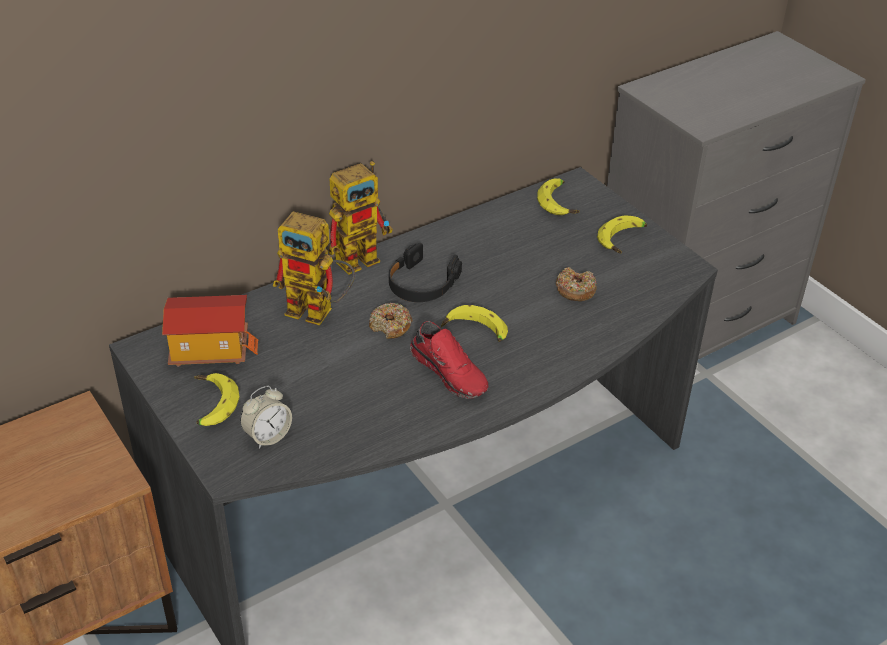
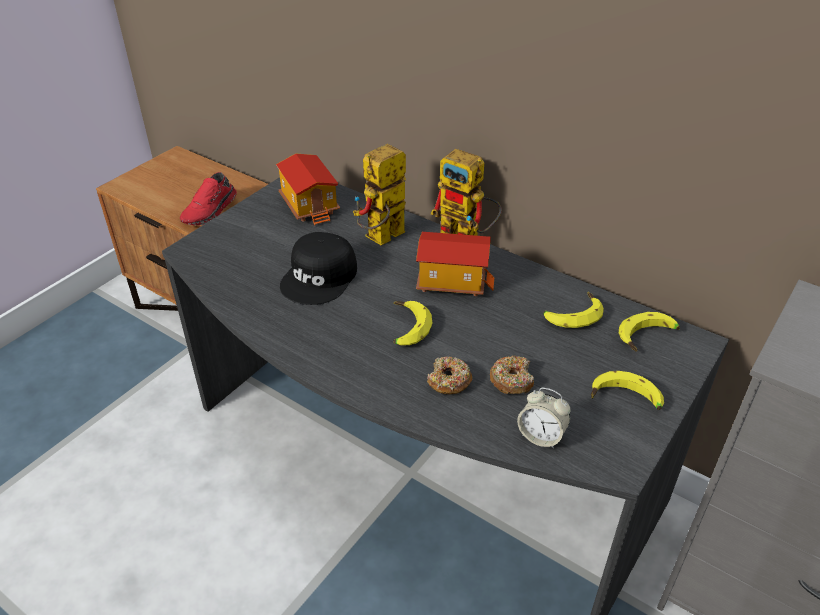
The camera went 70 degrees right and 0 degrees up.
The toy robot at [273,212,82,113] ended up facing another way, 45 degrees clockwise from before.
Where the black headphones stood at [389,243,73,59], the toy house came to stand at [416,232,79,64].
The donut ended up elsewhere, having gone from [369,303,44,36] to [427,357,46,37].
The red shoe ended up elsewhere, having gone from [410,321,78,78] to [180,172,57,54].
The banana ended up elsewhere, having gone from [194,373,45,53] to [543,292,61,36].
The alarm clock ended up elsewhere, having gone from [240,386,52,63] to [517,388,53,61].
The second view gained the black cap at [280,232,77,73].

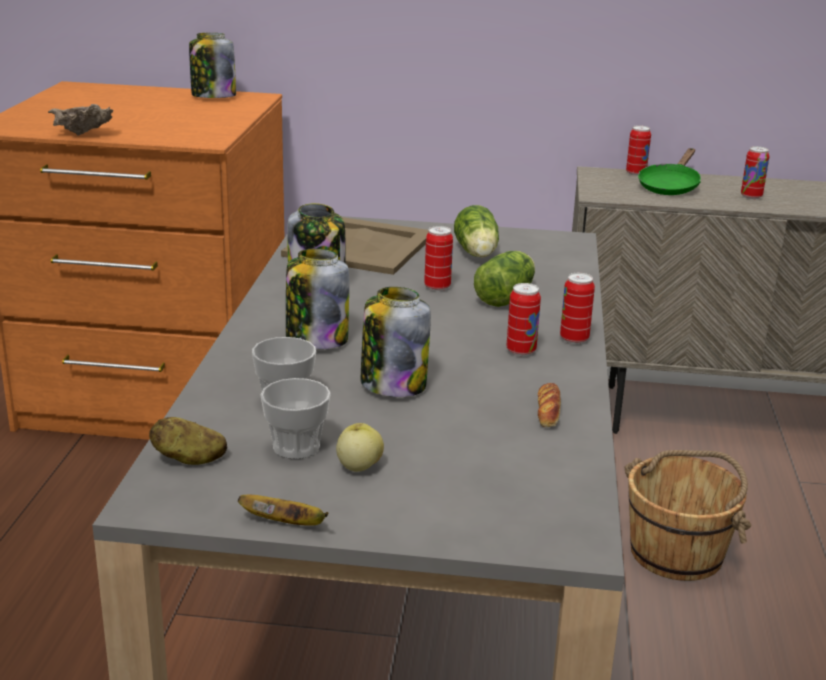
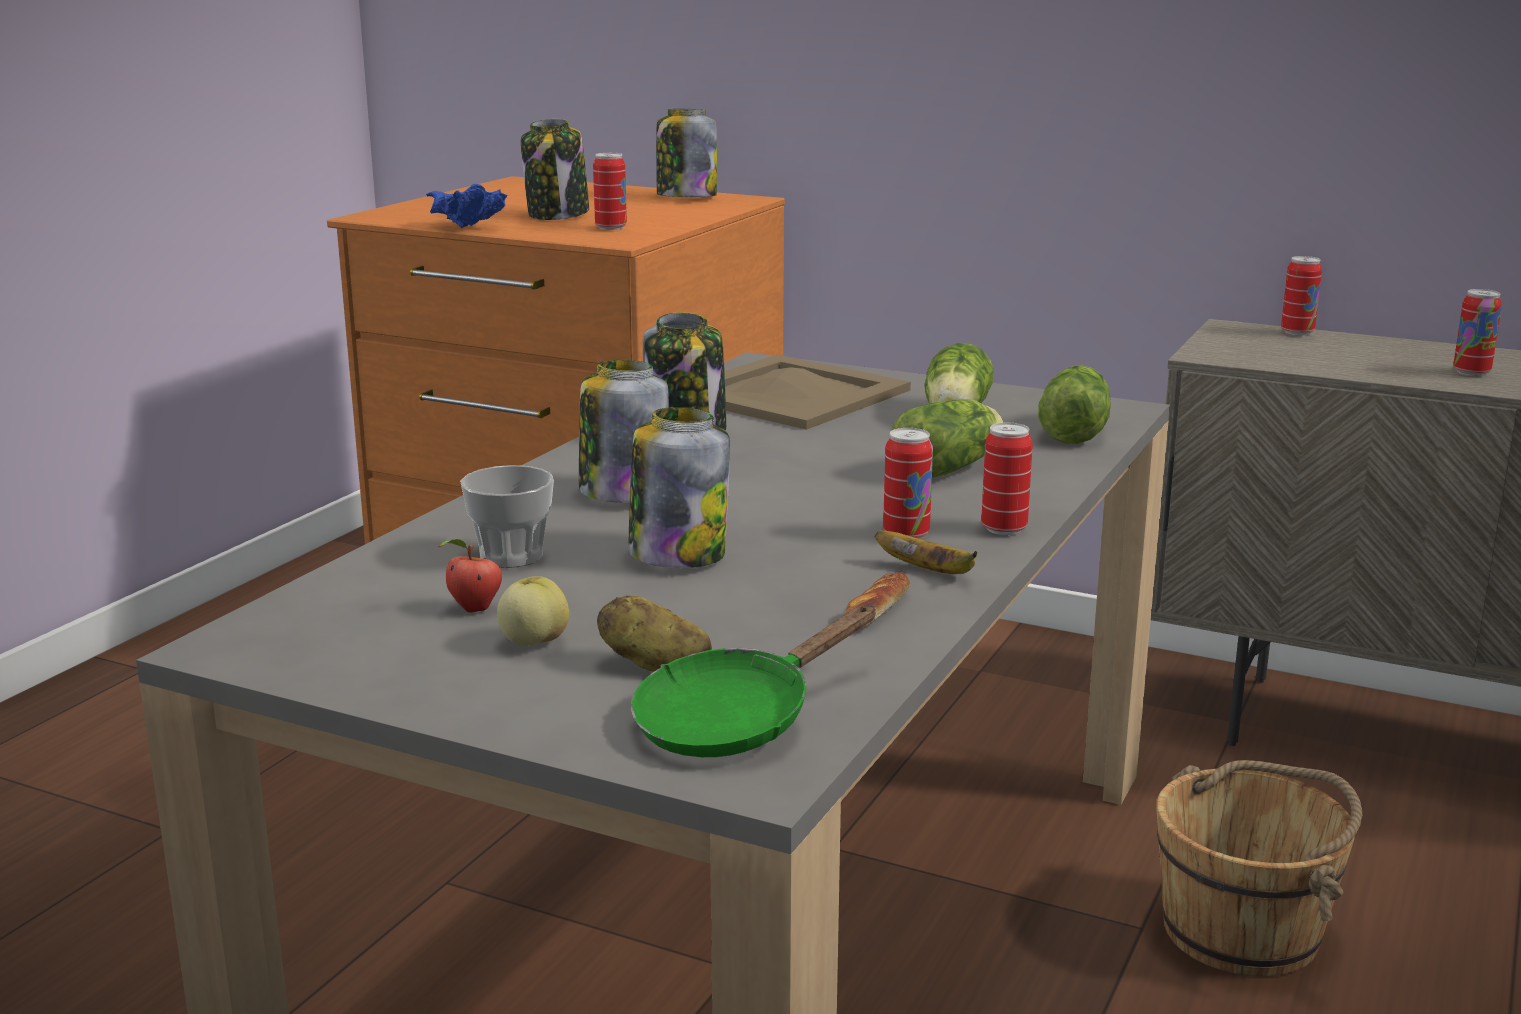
The camera went 20 degrees right and 5 degrees down.
What was the beige bowl at [48,104,65,32] turned into the blue bowl at [426,184,81,44].
The green frying pan ended up elsewhere, having gone from [638,148,63,47] to [631,605,246,152].
The can ended up elsewhere, having gone from [424,226,29,65] to [593,153,34,77].
Where the cup stood at [260,378,71,81], the apple came to stand at [438,539,64,74].
The potato ended up elsewhere, having gone from [149,417,78,48] to [597,596,115,76].
The banana ended up elsewhere, having gone from [238,495,91,31] to [875,531,102,43].
The second view gained the jar at [521,119,68,101].
The second view gained the lettuce at [1038,365,73,79].

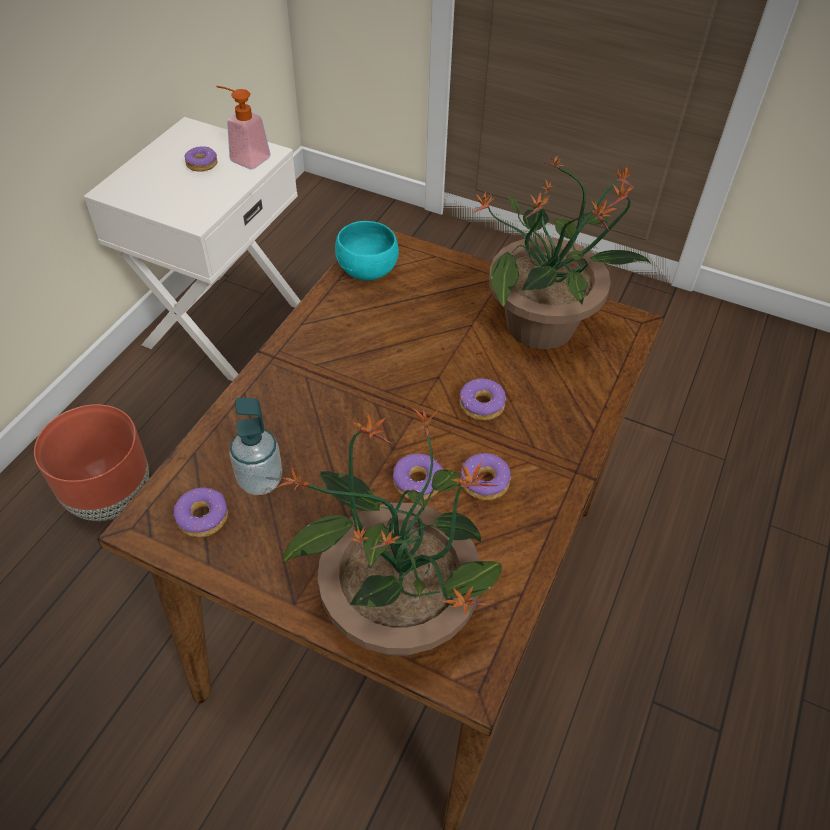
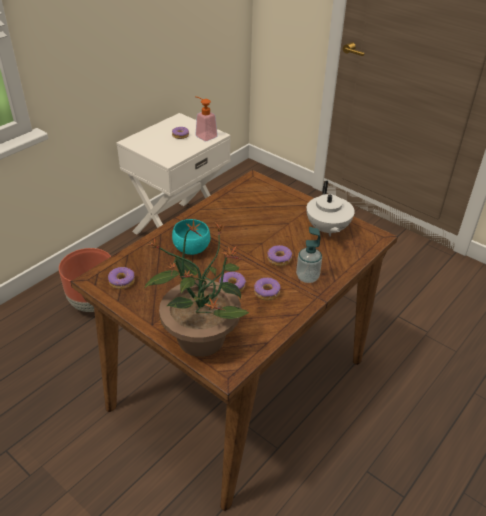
The camera went 15 degrees right and 10 degrees down.
Where the potted plant stood at [472,155,178,194], the white teapot came to stand at [306,181,49,56].
The turquoise bowl ended up elsewhere, having gone from [335,221,64,60] to [172,219,38,36].
The soap dispenser ended up elsewhere, having gone from [229,398,53,97] to [296,227,26,56].

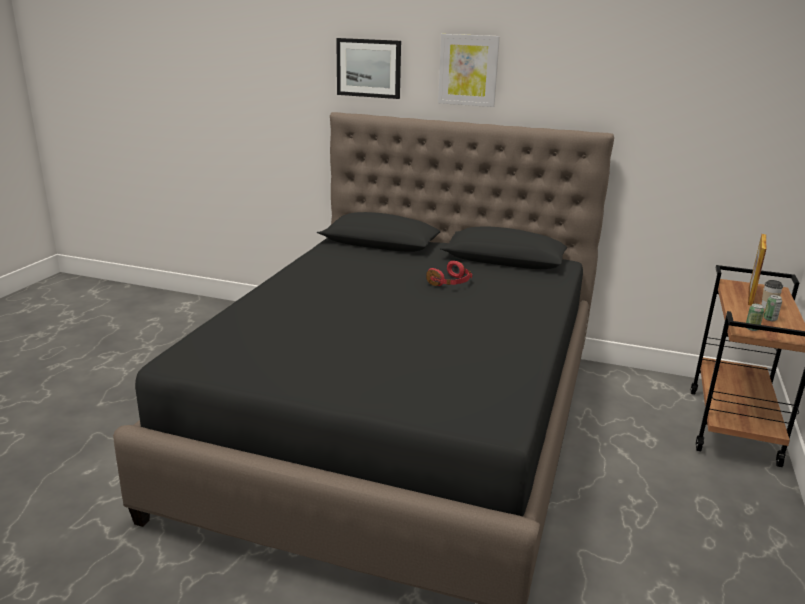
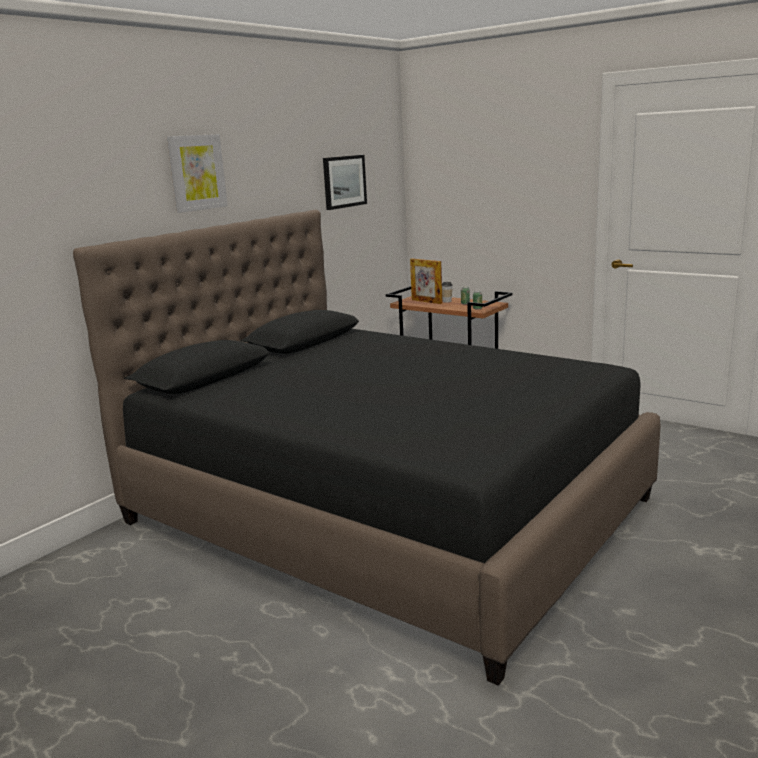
The camera went 70 degrees left and 5 degrees down.
The picture ended up elsewhere, having gone from [336,38,65,61] to [323,155,44,55].
The second view lost the red headphones at [426,261,46,25].

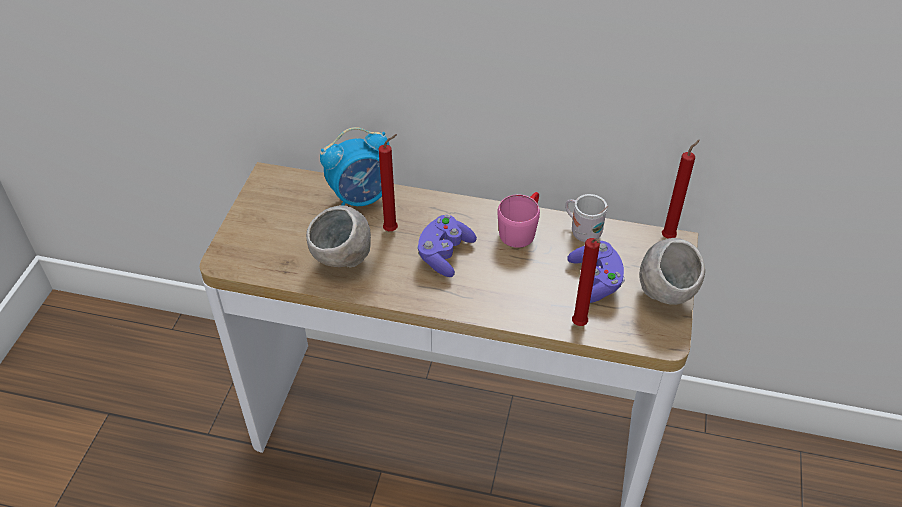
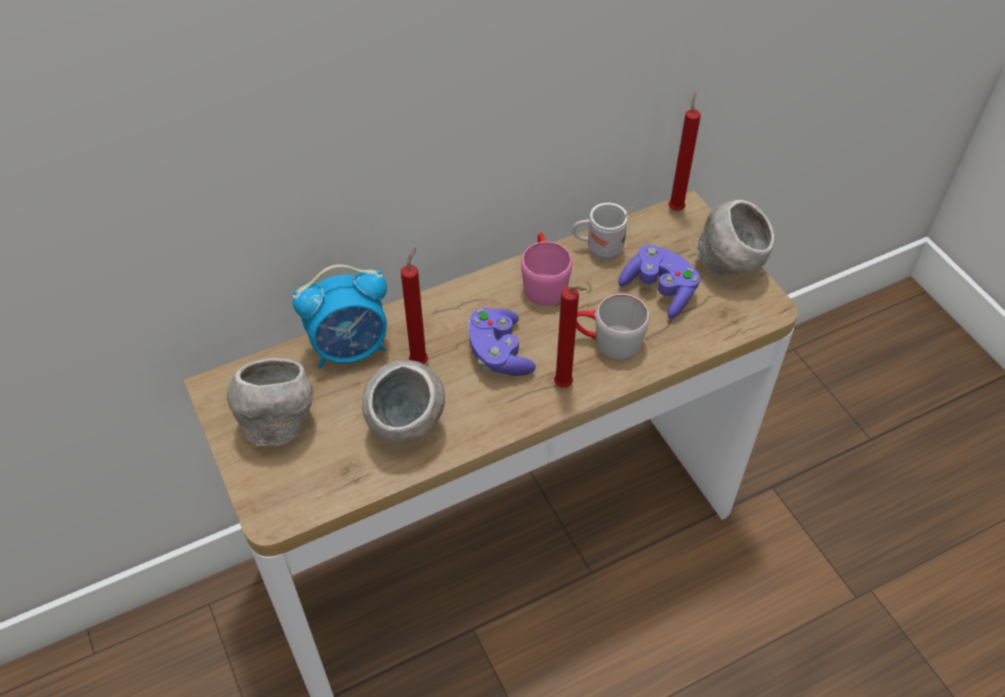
The camera went 40 degrees left and 5 degrees up.
The alarm clock at [320,127,70,79] ended up facing another way, 45 degrees clockwise from before.
The red candle ended up elsewhere, having gone from [572,238,28,88] to [554,286,33,102].
The second view gained the grey mug at [576,294,73,66].
The second view gained the grey bowl at [227,358,86,88].

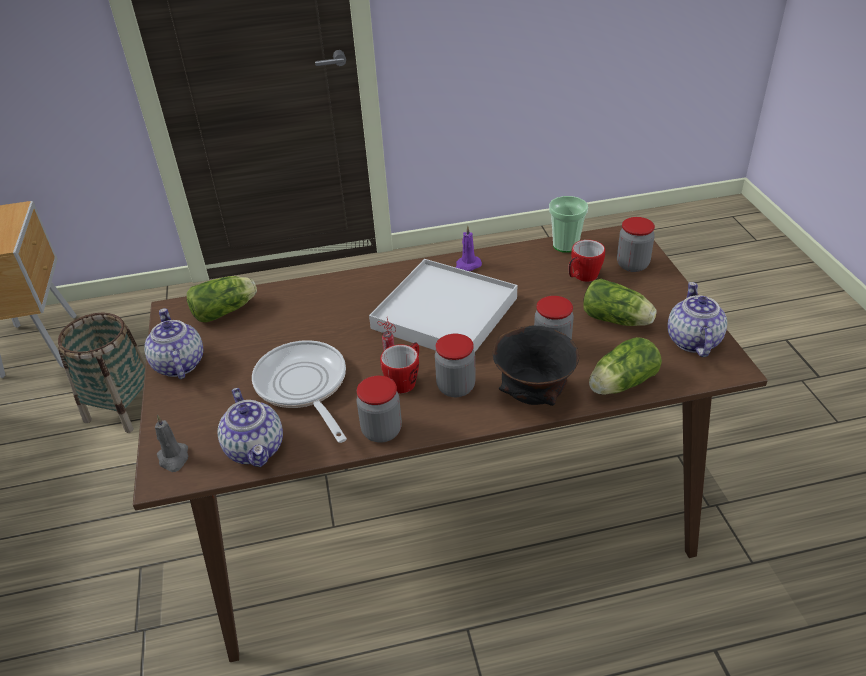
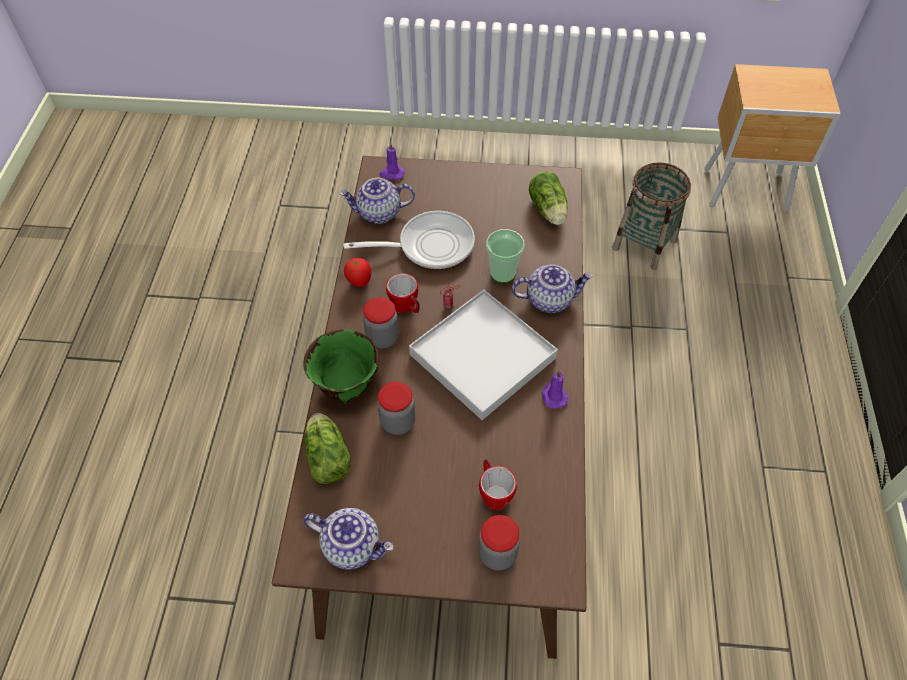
The camera went 105 degrees right and 15 degrees up.
The cup ended up elsewhere, having gone from [549,196,39,57] to [486,229,39,54].
The second view lost the lettuce at [583,279,74,47].
The teapot ended up elsewhere, having gone from [144,308,59,71] to [512,264,81,49].
What was the black bowl at [493,326,86,80] turned into the green bowl at [303,329,76,75].
Where the jar stood at [357,375,45,68], the tomato came to stand at [344,258,27,29].
What was the grey candle at [155,415,33,57] turned into the purple candle at [379,142,25,38].

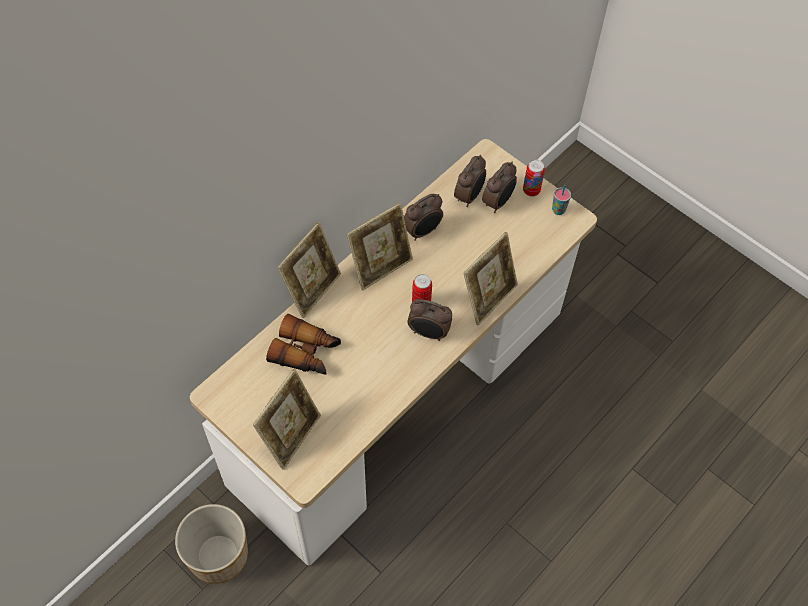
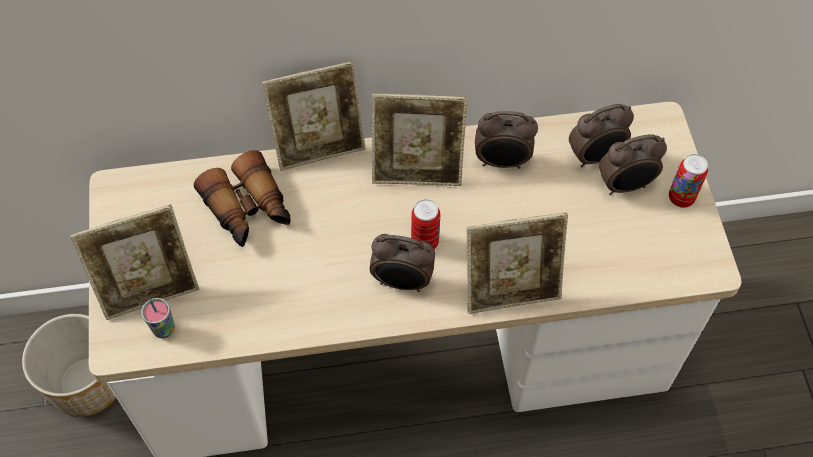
The camera went 40 degrees right and 0 degrees up.
The cup ended up elsewhere, having gone from [552,185,19,30] to [141,298,34,41].
The alarm clock at [408,299,44,42] ended up facing another way, 45 degrees counterclockwise from before.

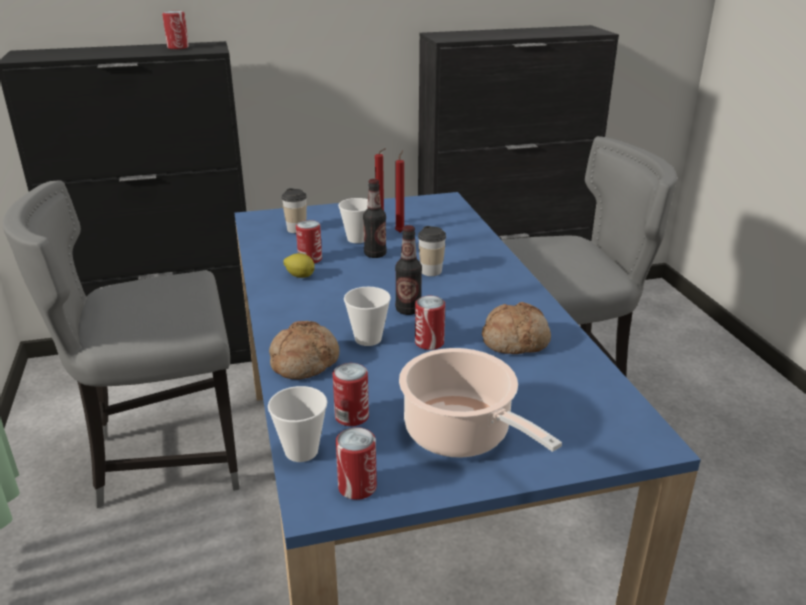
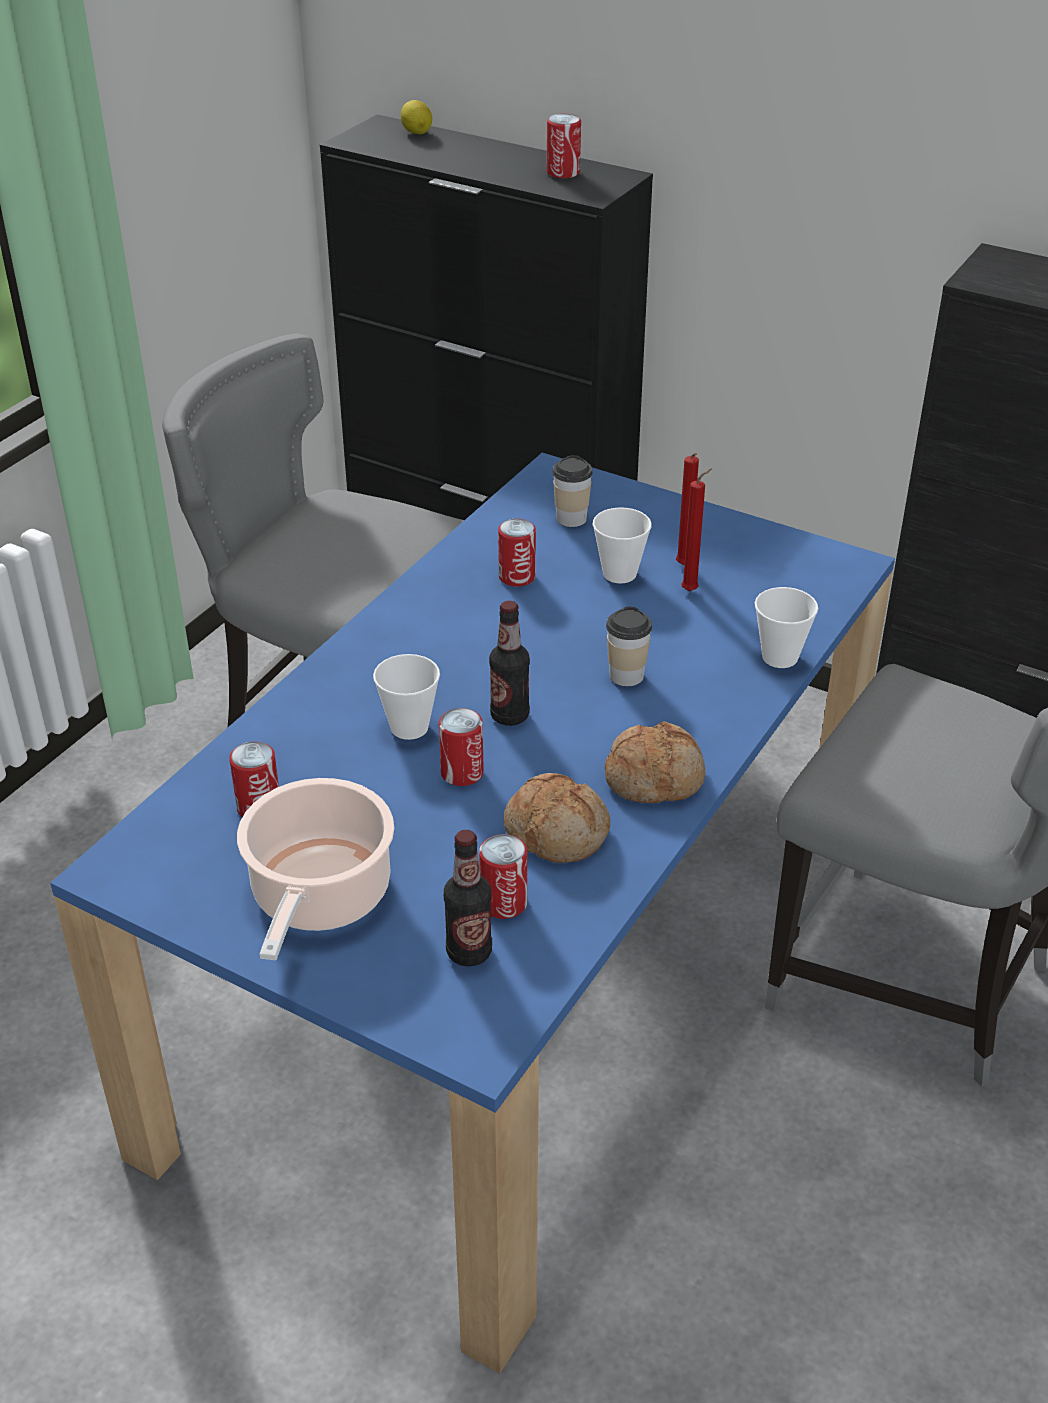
The camera went 45 degrees right and 10 degrees up.
The bottle ended up elsewhere, having gone from [363,179,24,79] to [444,830,48,136].
The lemon ended up elsewhere, having gone from [283,253,32,25] to [401,100,31,34].
The bread ended up elsewhere, having gone from [269,321,71,59] to [605,721,100,82].
The cup ended up elsewhere, having gone from [268,386,59,76] to [755,587,63,81].
The can ended up elsewhere, having gone from [336,427,41,73] to [479,834,48,85].

